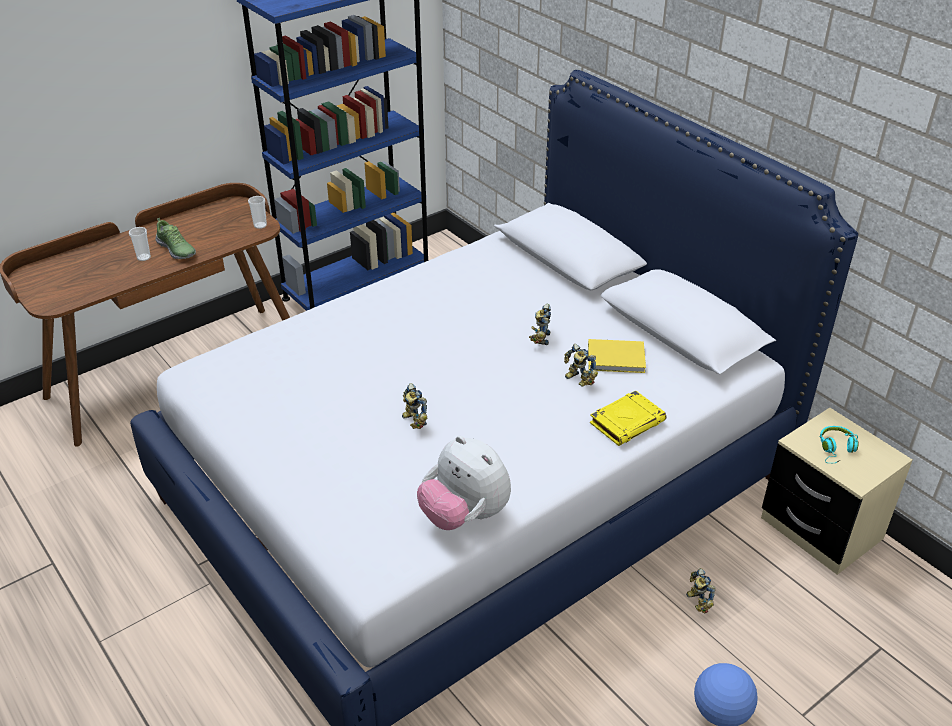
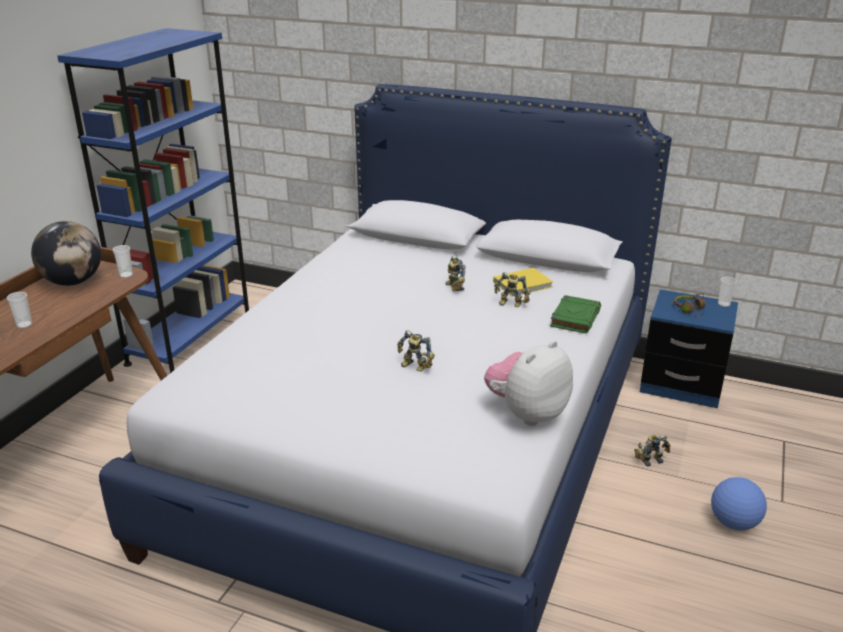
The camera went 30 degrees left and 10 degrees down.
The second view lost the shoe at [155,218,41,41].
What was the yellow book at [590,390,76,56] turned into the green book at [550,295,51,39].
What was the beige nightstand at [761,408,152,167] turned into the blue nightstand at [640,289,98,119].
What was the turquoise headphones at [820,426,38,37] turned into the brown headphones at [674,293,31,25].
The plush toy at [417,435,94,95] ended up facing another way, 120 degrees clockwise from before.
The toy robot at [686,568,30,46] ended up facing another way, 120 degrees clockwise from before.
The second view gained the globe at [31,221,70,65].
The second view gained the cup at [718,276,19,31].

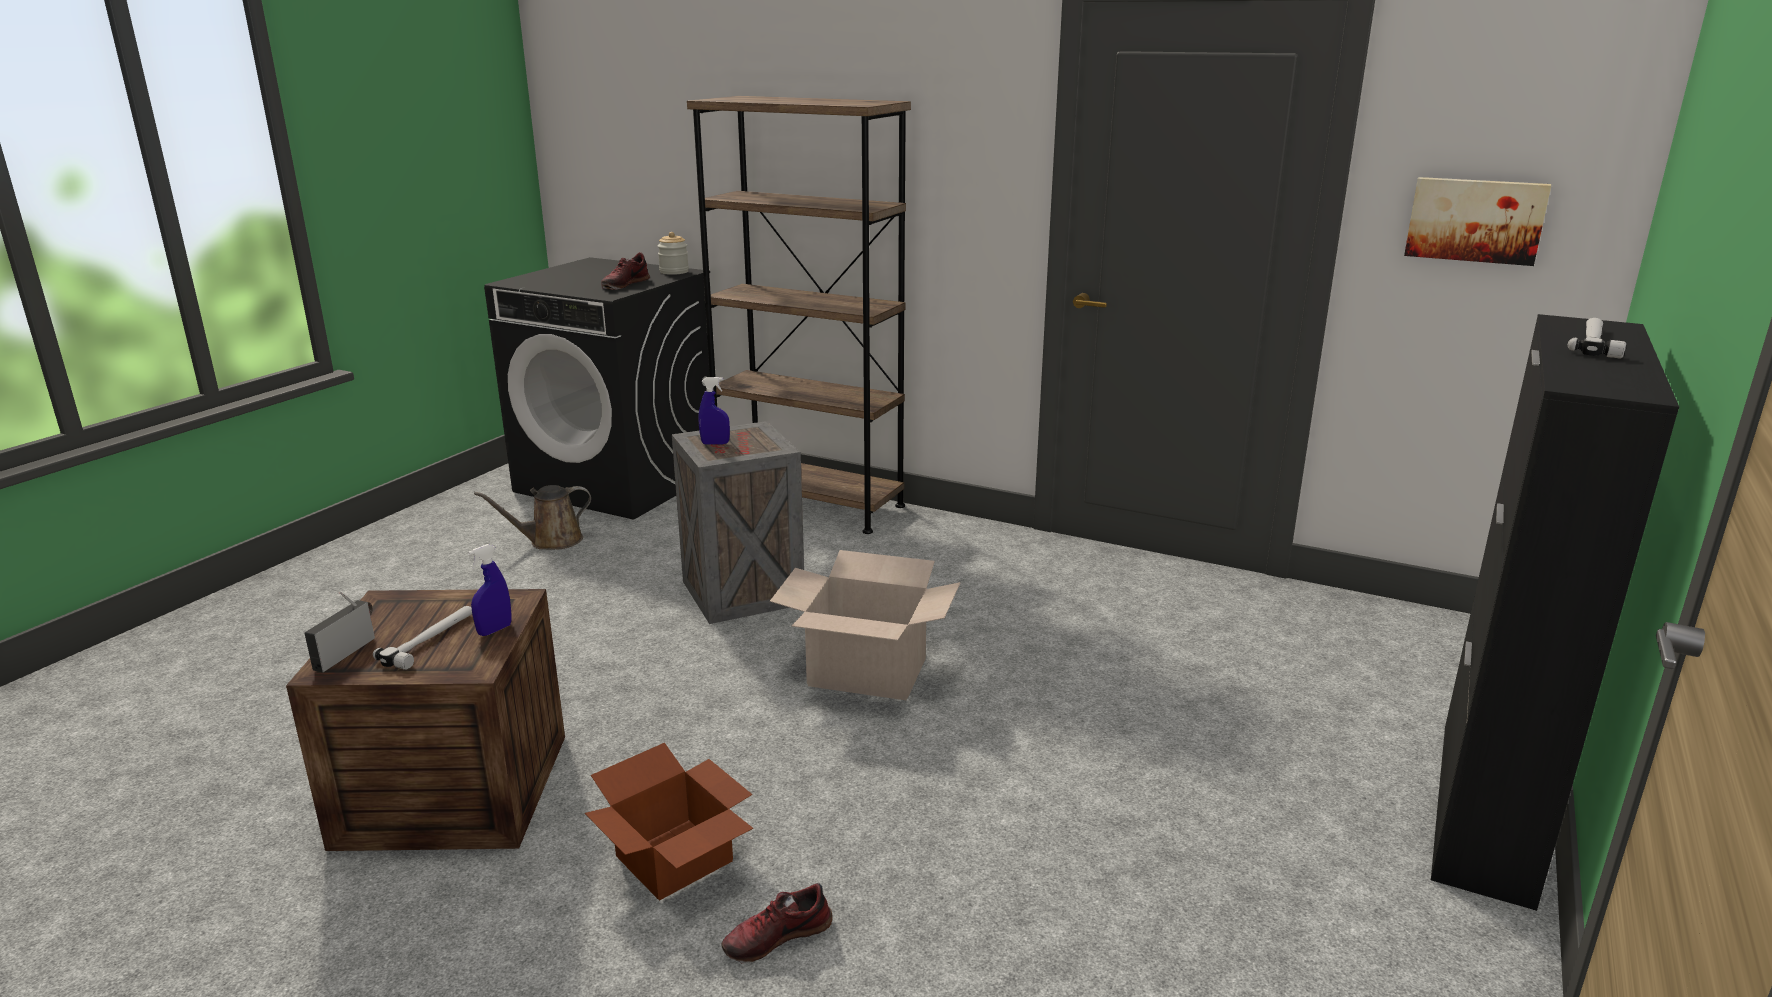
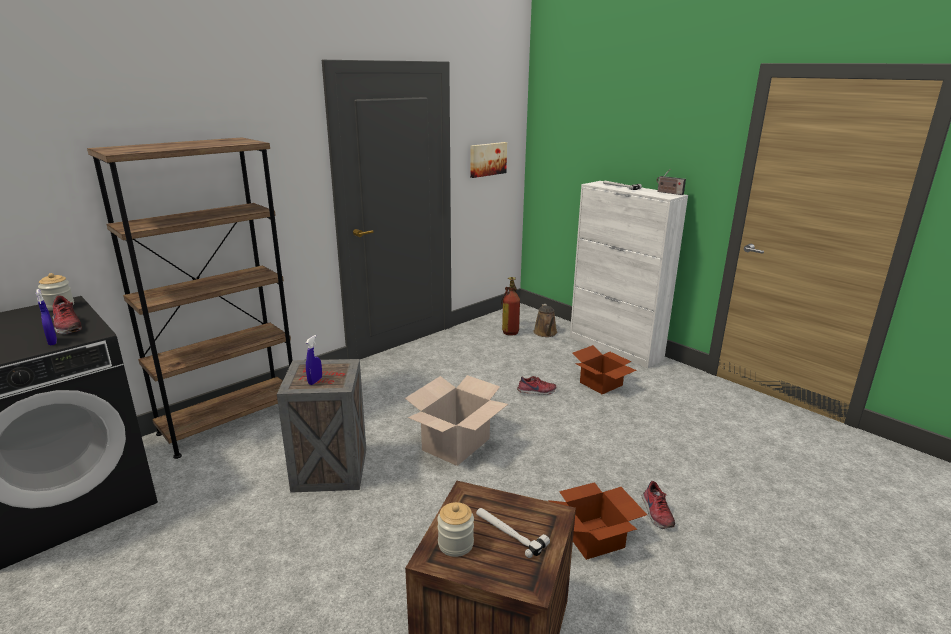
The camera went 70 degrees left and 0 degrees up.
What was the black cabinet at [1431,314,248,597] turned into the white cabinet at [570,181,118,188].
The brown watering can ended up elsewhere, having gone from [474,485,117,65] to [533,304,24,33].
The blue spray bottle ended up elsewhere, having gone from [468,544,43,92] to [36,289,21,56].
The radio ended up elsewhere, having gone from [305,591,70,81] to [657,171,29,24].
The second view gained the fire extinguisher at [501,277,19,59].
The second view gained the cardboard box at [573,345,64,49].
The second view gained the shoe at [517,376,39,19].
The second view gained the jar at [437,502,37,55].

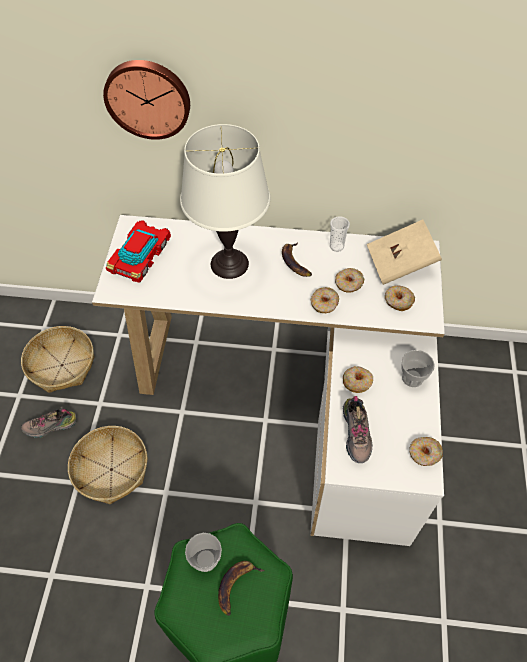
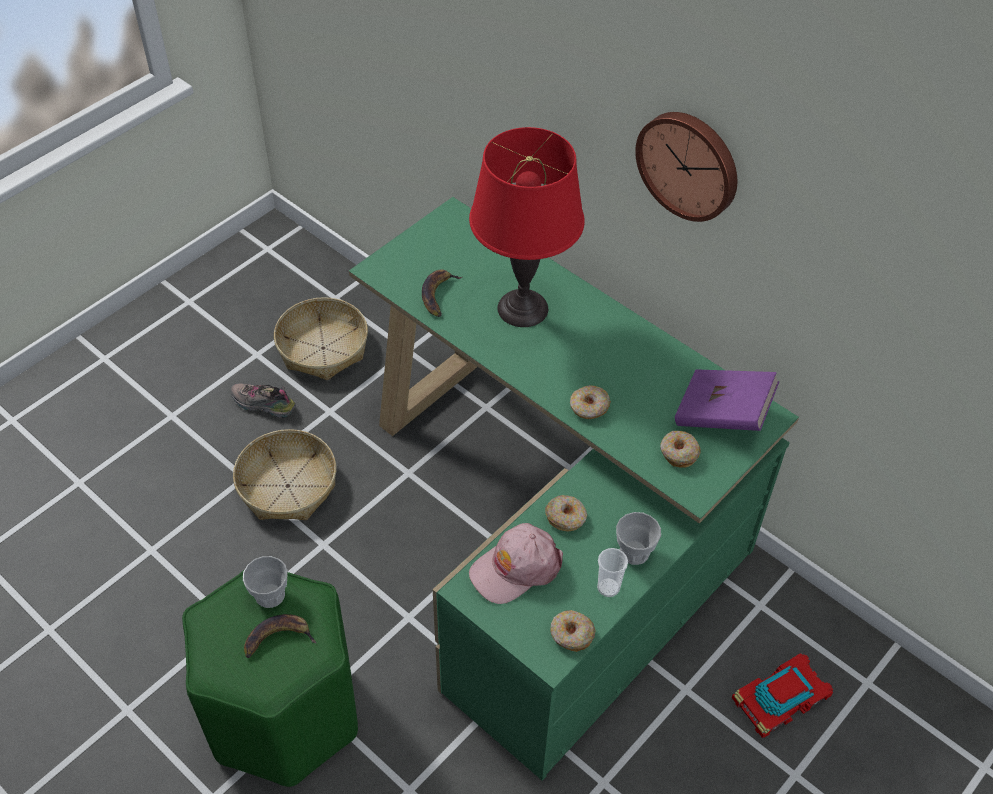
The camera went 35 degrees right and 5 degrees down.
The wall clock ended up elsewhere, having gone from [103,60,87,80] to [635,112,102,110].
What was the white table lamp at [180,124,90,155] turned into the red table lamp at [469,127,116,200].
What was the white desk at [92,215,353,331] turned into the green desk at [349,197,450,584].
The cup ended up elsewhere, having gone from [330,216,20,36] to [597,548,31,49].
The toy car ended up elsewhere, having gone from [106,220,65,63] to [731,654,102,84].
What was the beige book at [367,220,75,65] turned into the purple book at [675,369,104,62].
The banana ended up elsewhere, having gone from [282,243,30,34] to [422,269,40,48].
The second view lost the donut at [335,268,29,25].
Where the shoe stood at [343,396,30,67], the pink cap came to stand at [469,523,94,81].

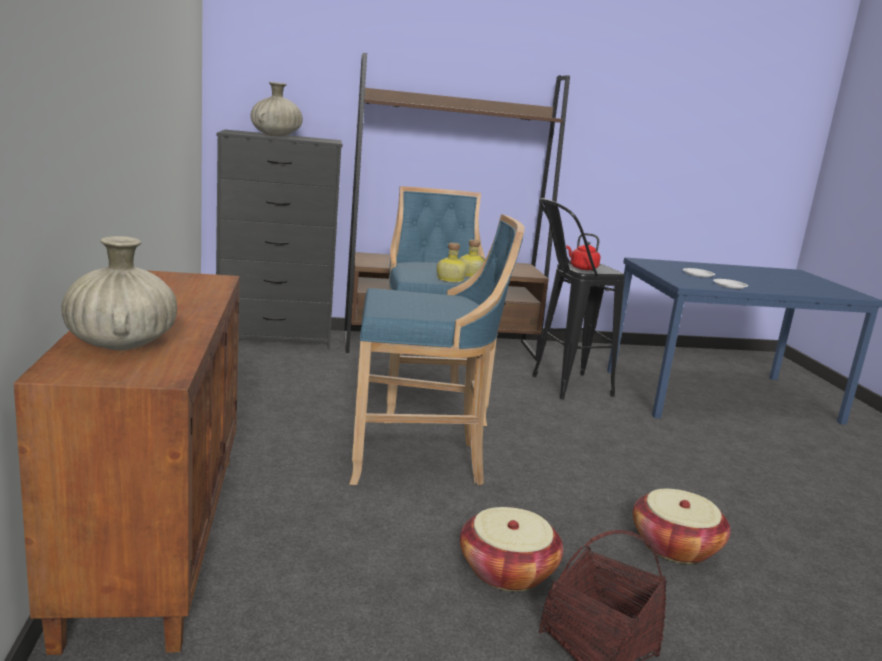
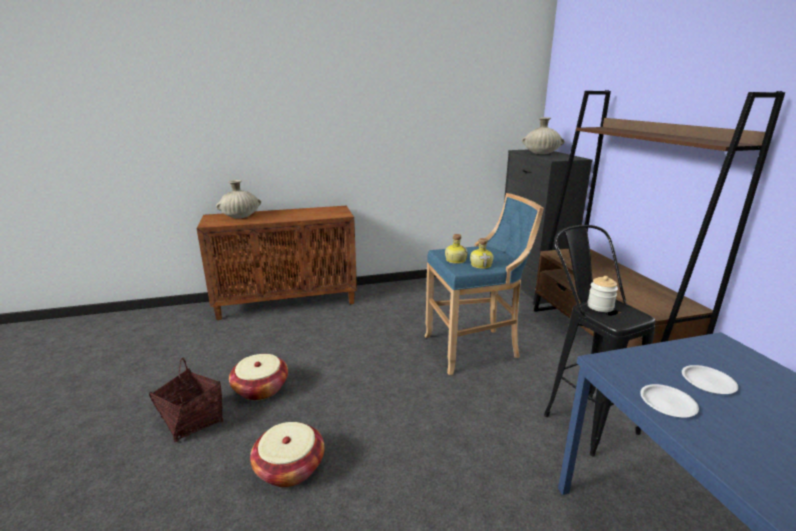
The camera went 85 degrees right and 5 degrees up.
The second view lost the blue stool at [349,214,176,271].
Where the red kettle stood at [566,233,35,37], the jar came to stand at [587,276,31,36].

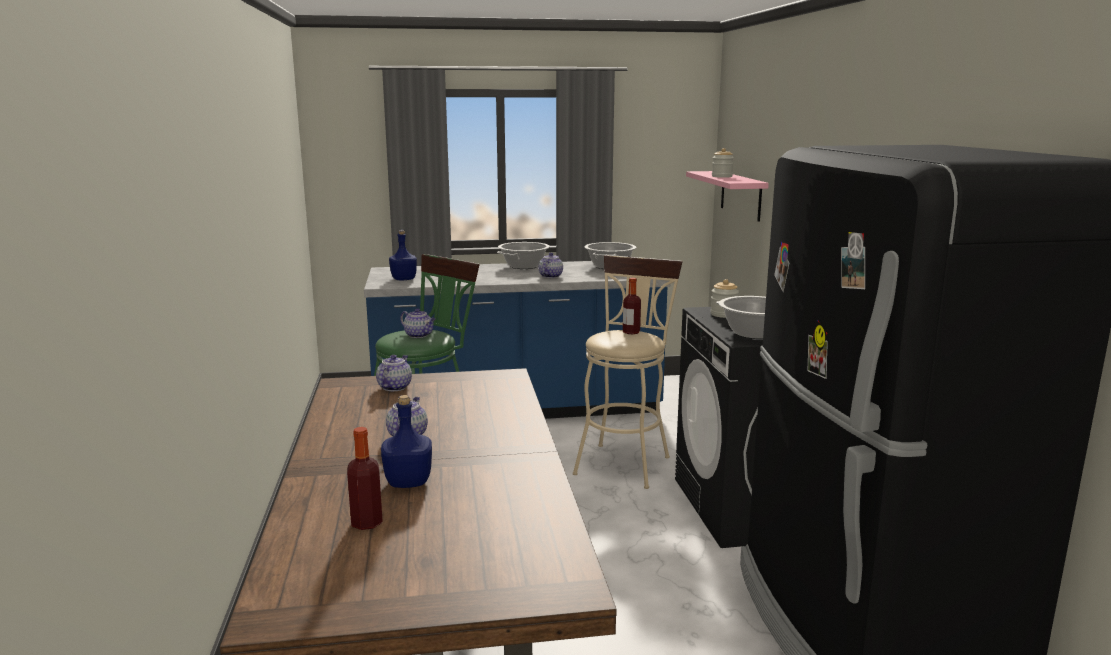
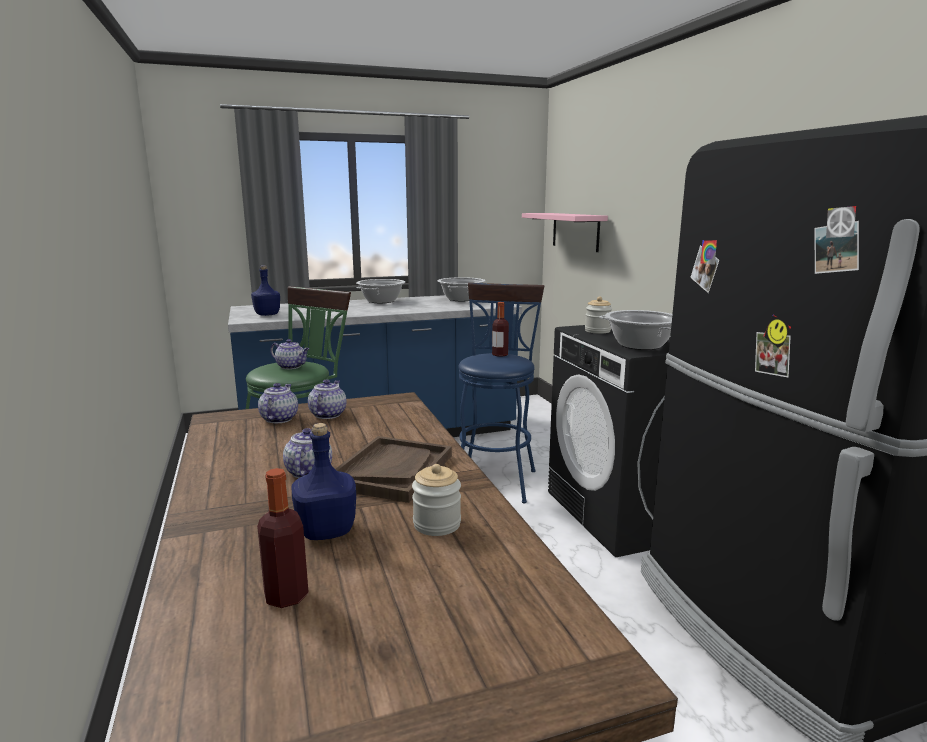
The camera went 10 degrees left and 0 degrees up.
The jar ended up elsewhere, having gone from [712,148,22,30] to [412,464,49,72].
The teapot ended up elsewhere, having gone from [538,253,25,25] to [308,379,38,40].
What was the beige stool at [573,255,110,234] turned into the blue stool at [458,283,86,220].
The second view gained the brown tray at [336,436,116,67].

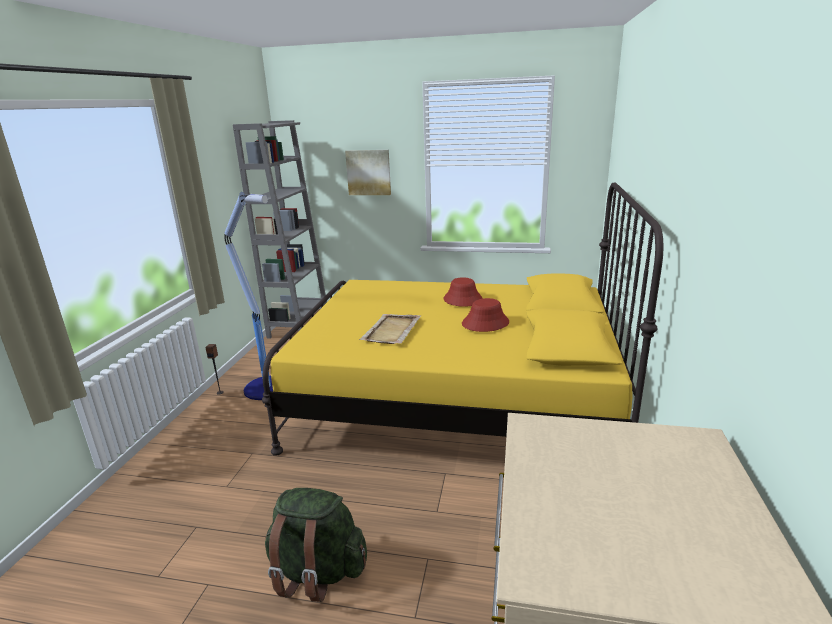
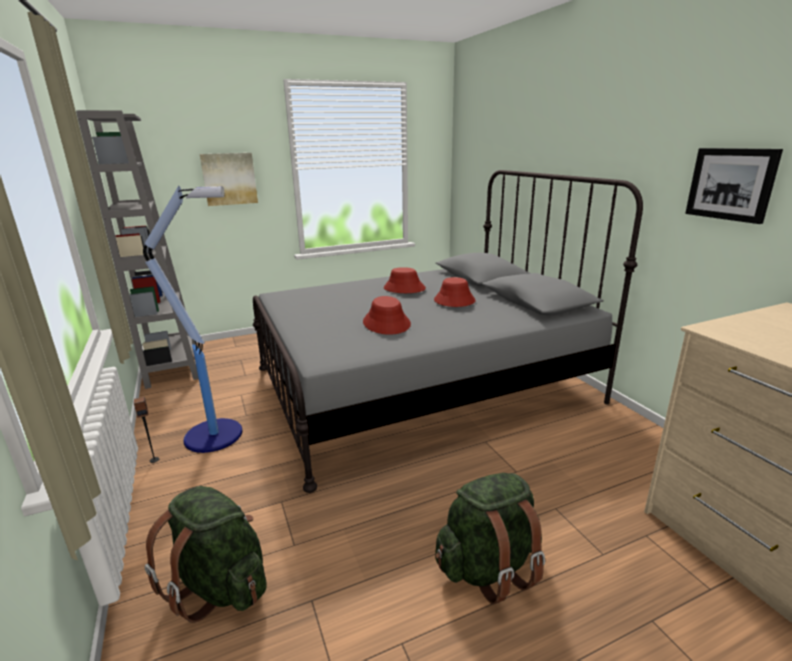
The camera went 35 degrees left and 0 degrees up.
What was the yellow bed at [262,182,401,274] turned into the grey bed at [253,170,390,323].
Where the beige tray stood at [359,314,62,30], the red hat came to stand at [363,296,48,39].
The second view gained the picture at [685,148,98,76].
The second view gained the green backpack at [145,486,122,137].

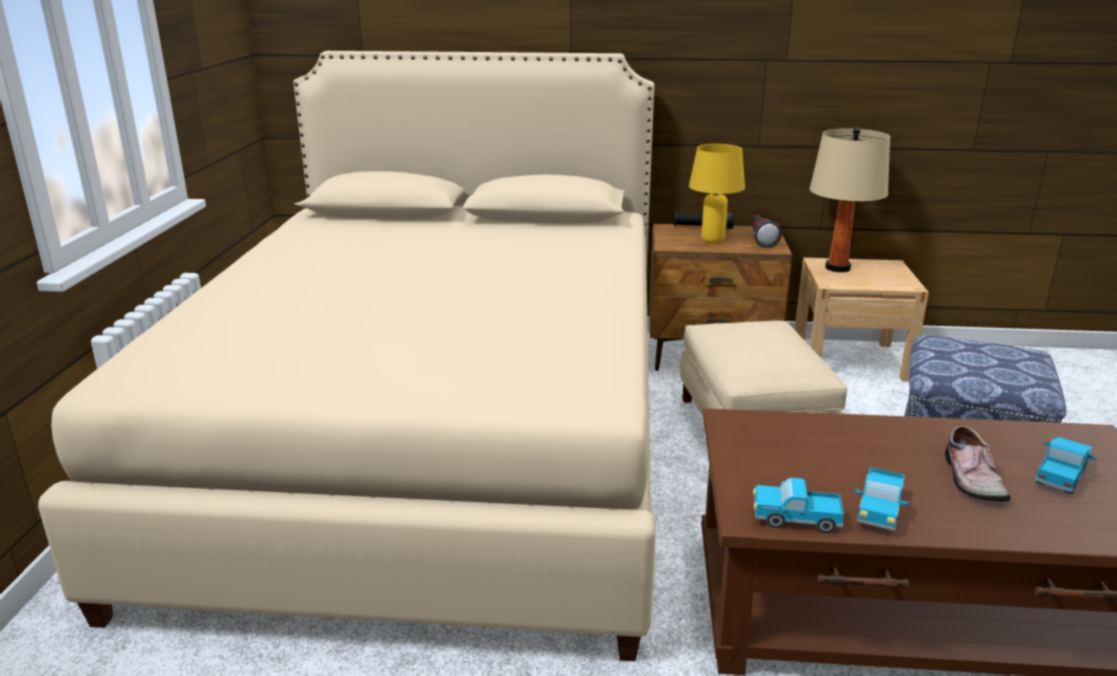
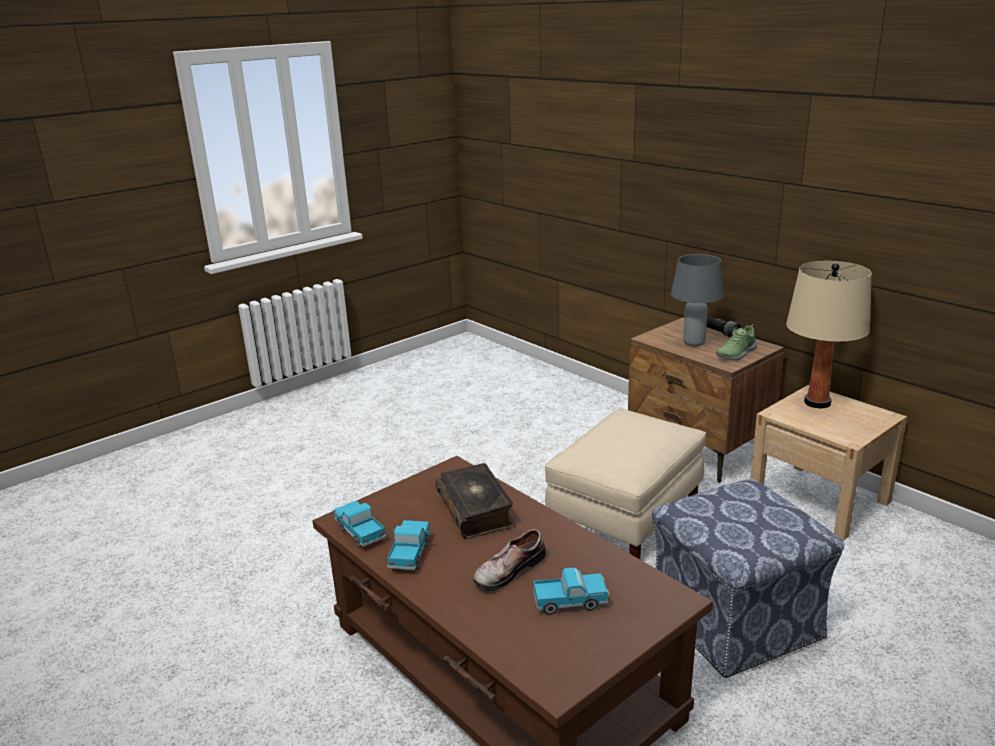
The camera went 45 degrees right and 0 degrees up.
The second view lost the beige bed at [38,51,618,610].
What was the yellow table lamp at [689,144,56,99] turned into the grey table lamp at [671,254,53,92].
Where the flashlight stood at [751,215,31,33], the shoe came to stand at [716,324,41,36].
The toy truck at [855,467,54,64] ended up facing another way, 120 degrees clockwise from before.
The second view gained the book at [435,463,81,76].

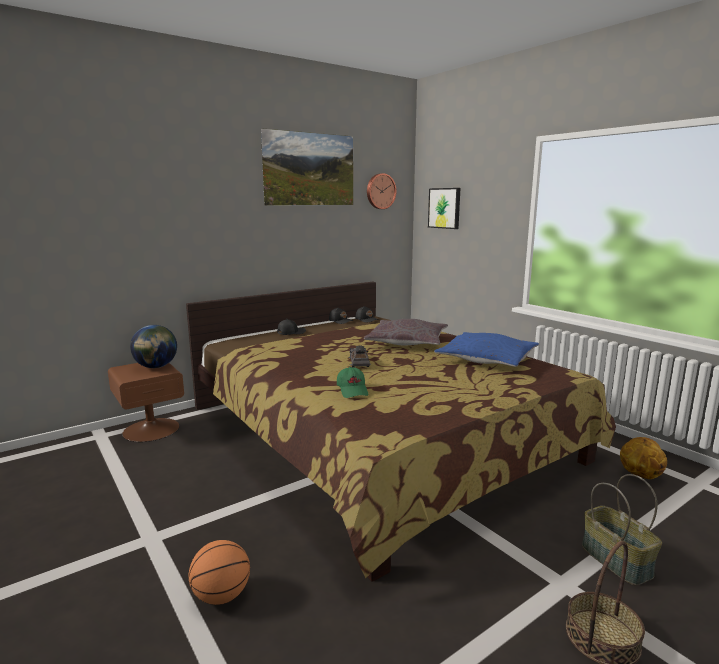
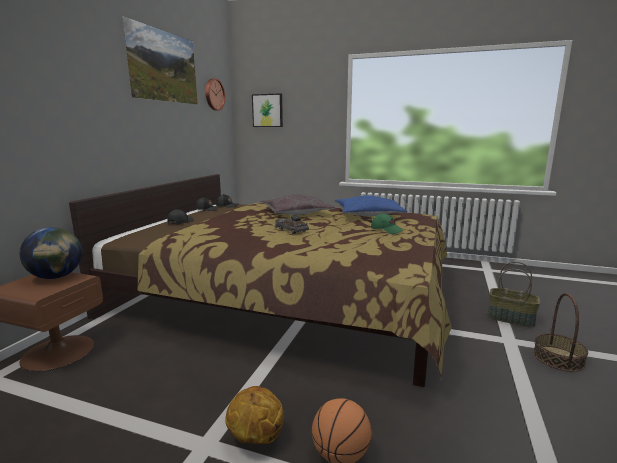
The camera went 35 degrees left and 0 degrees up.
The green cap ended up elsewhere, having gone from [337,367,32,31] to [371,213,33,21].
The basketball ended up elsewhere, having gone from [620,437,47,42] to [225,386,59,58].

